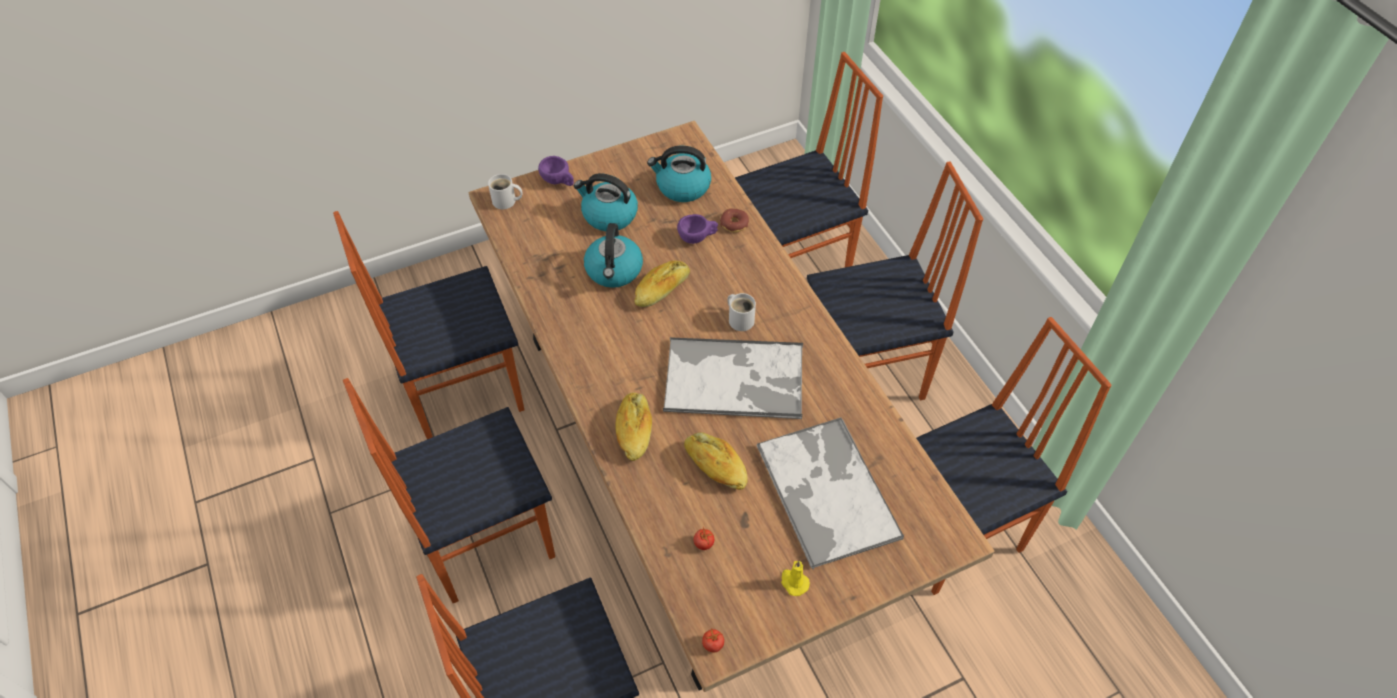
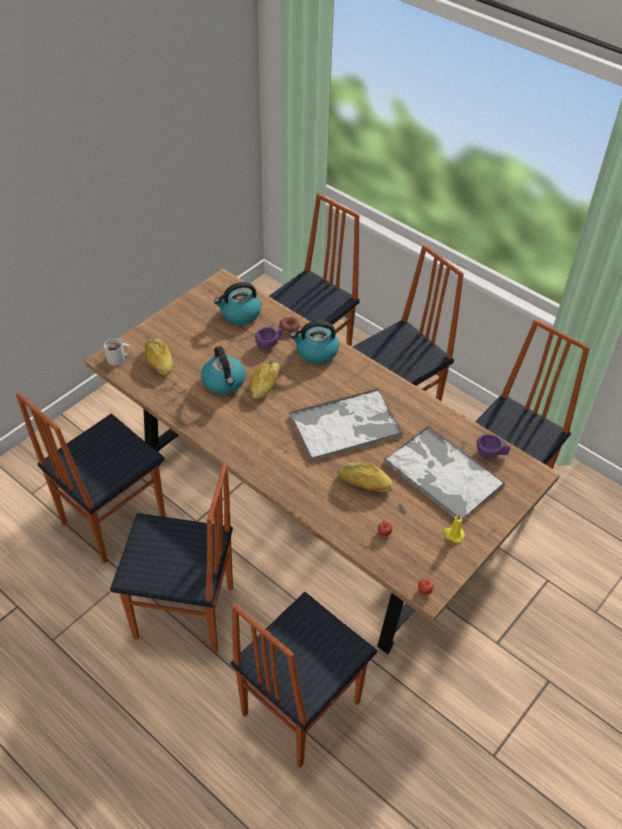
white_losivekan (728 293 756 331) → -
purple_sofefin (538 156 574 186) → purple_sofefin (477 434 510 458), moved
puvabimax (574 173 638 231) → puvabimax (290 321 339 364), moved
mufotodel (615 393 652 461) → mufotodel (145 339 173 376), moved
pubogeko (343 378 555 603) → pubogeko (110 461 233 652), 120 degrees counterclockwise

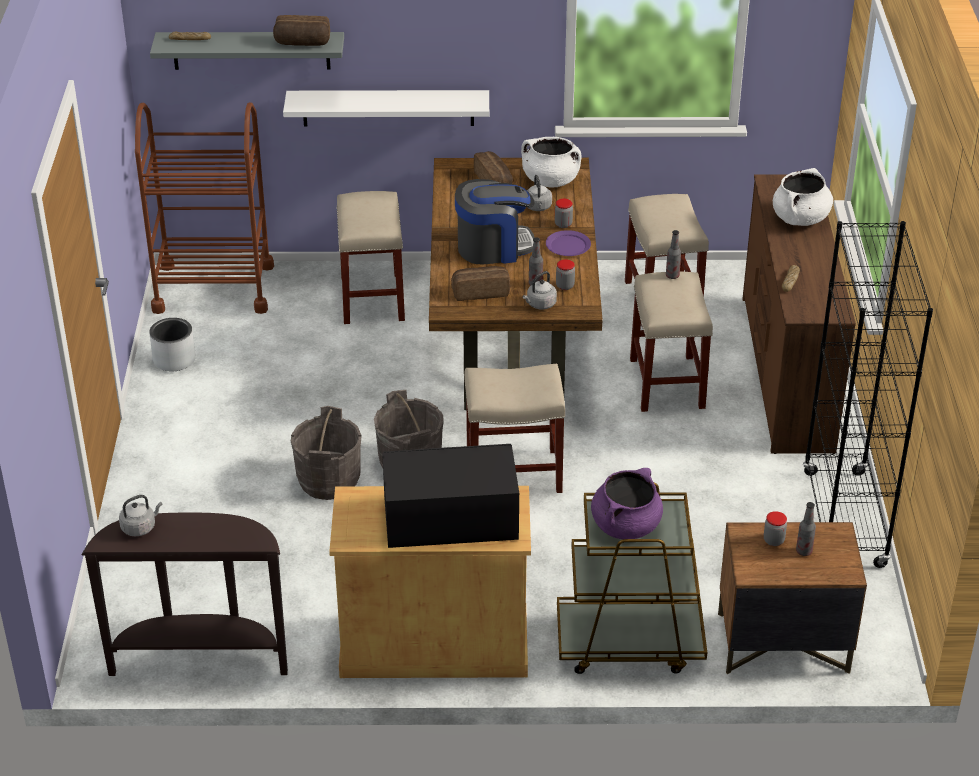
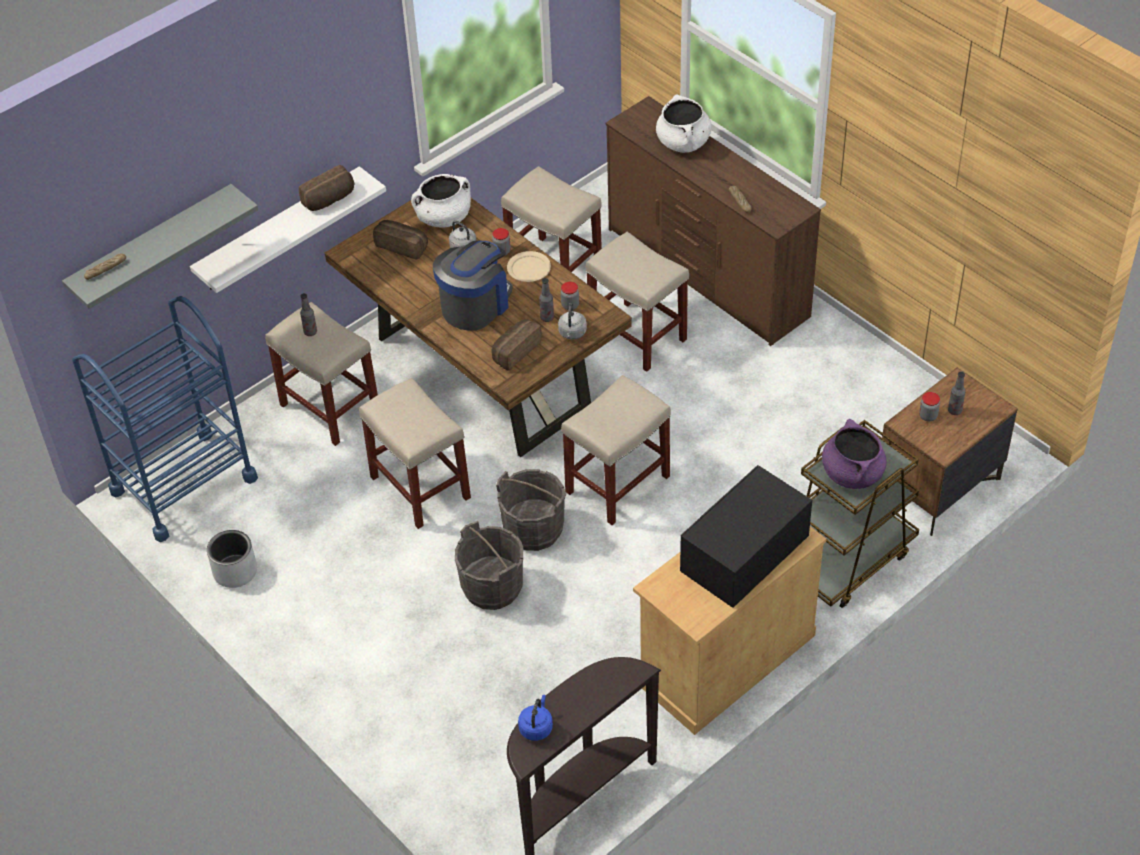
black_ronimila (803 221 933 568) → -
- → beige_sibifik (359 378 471 529)
mufotodel (273 15 330 46) → mufotodel (299 165 354 211), moved
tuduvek (666 230 681 279) → tuduvek (300 293 317 336), moved
grey_puvabimax (119 495 163 536) → blue_puvabimax (518 695 553 741)
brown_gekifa (135 102 274 314) → blue_gekifa (72 296 258 542)
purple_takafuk (546 230 591 256) → beige_takafuk (507 251 551 282)

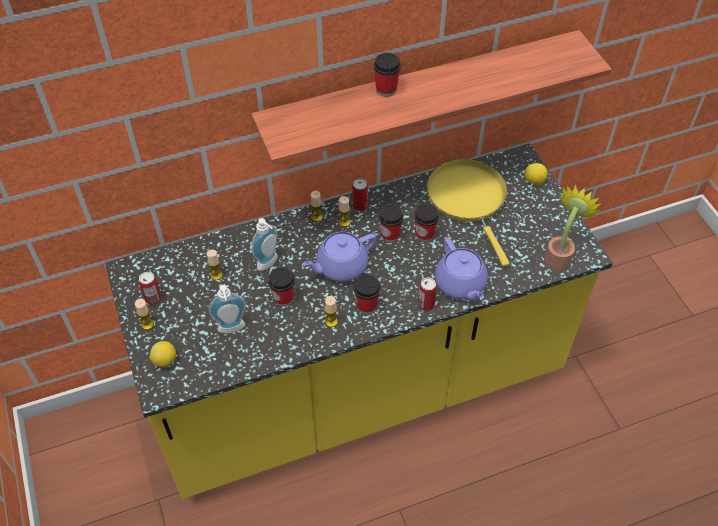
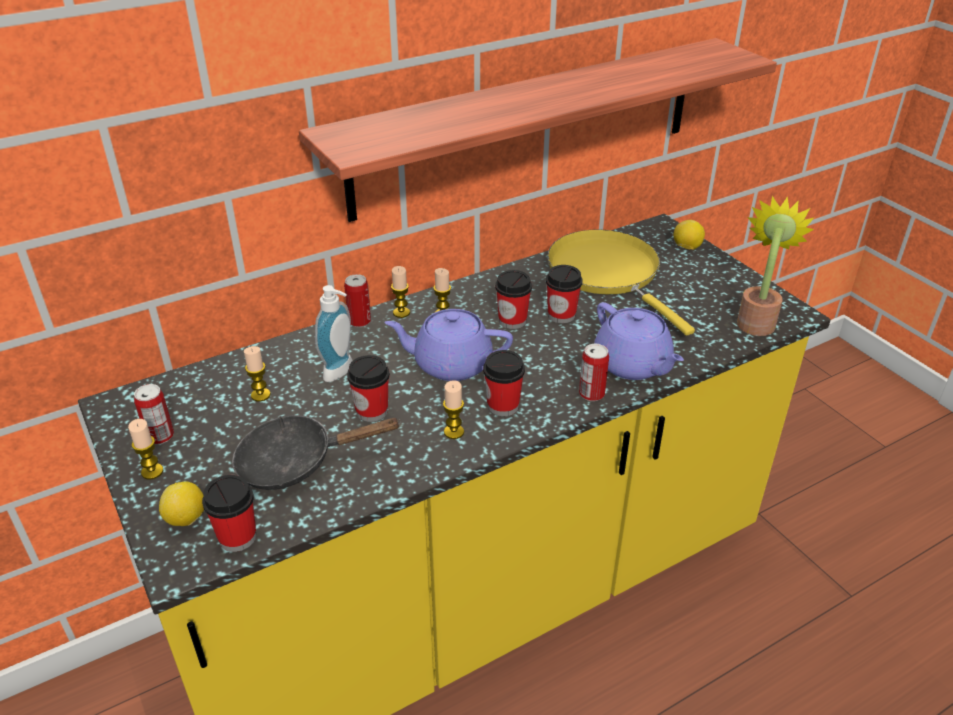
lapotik (352 179 368 211) → lapotik (344 274 371 327), moved
sofefin (374 53 401 97) → sofefin (202 475 256 552), moved
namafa (209 285 246 333) → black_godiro (232 415 401 490)
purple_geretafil (302 232 376 282) → purple_geretafil (384 309 513 381), 45 degrees clockwise

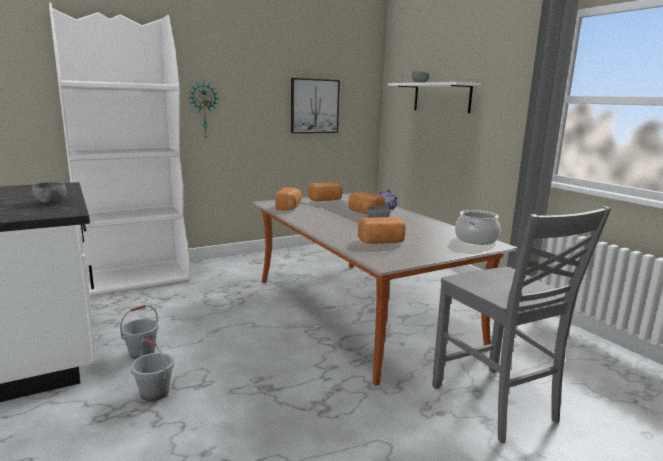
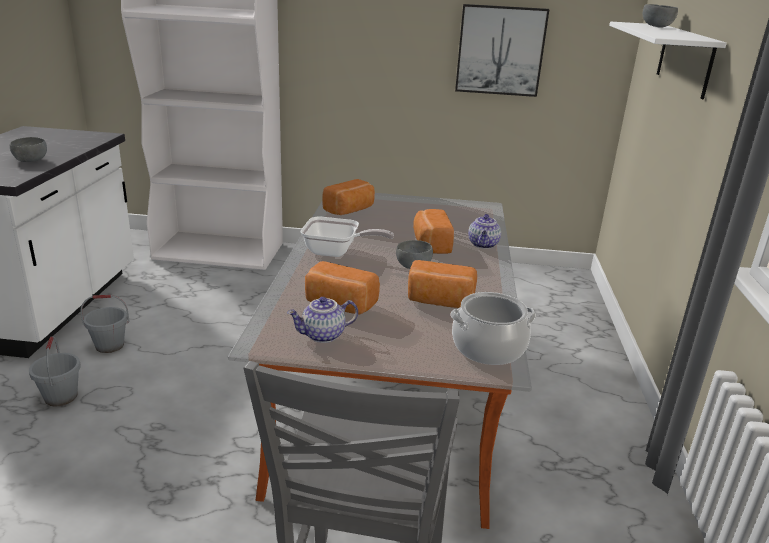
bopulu (188 81 219 138) → -
- → geretafil (287 297 358 343)
- → godiro (301 217 394 257)
mufotodel (308 182 342 201) → mufotodel (408 260 477 308), moved

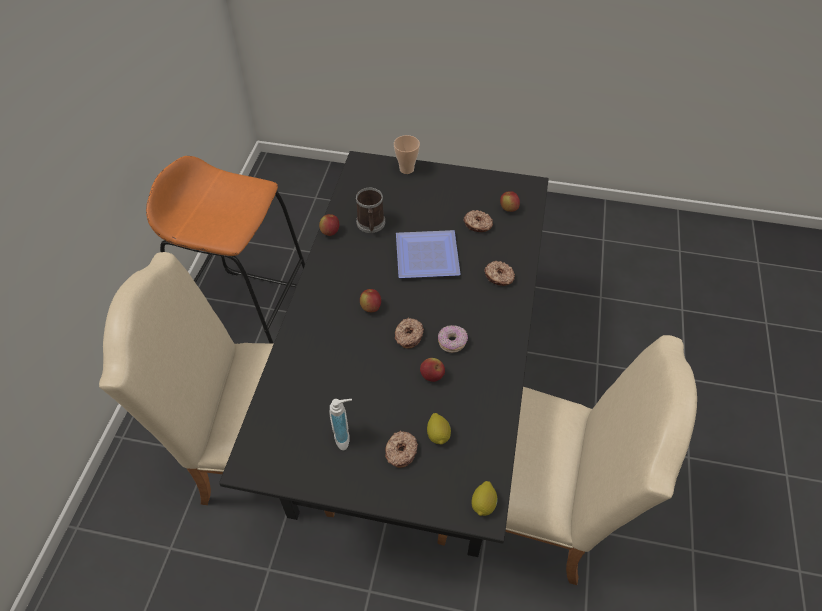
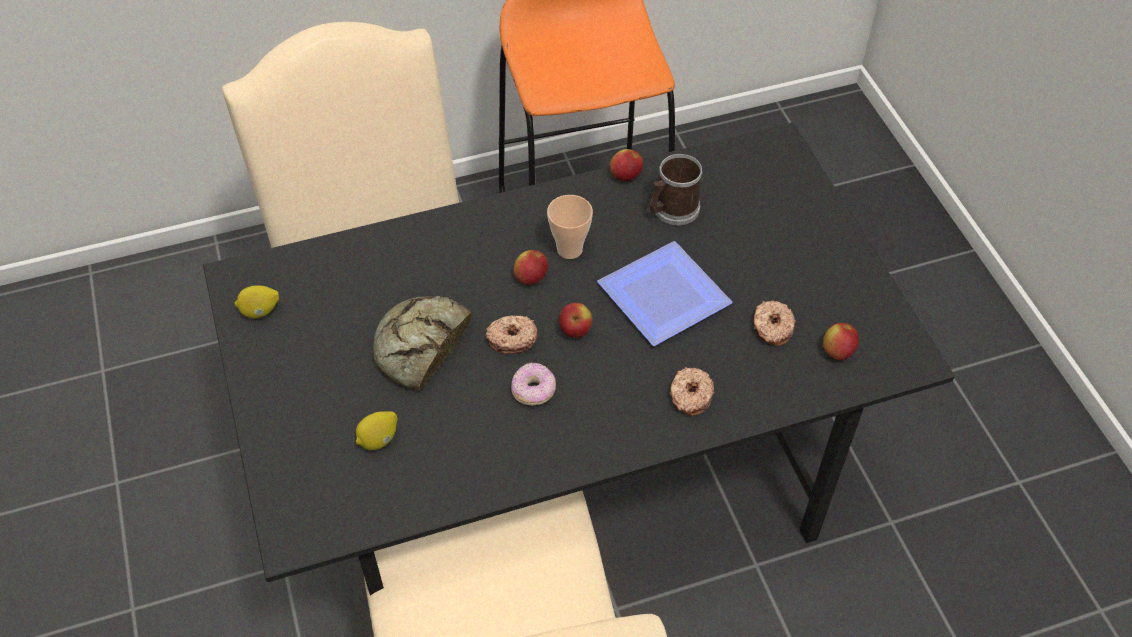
namafa (330 399 352 450) → -
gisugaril (385 430 418 468) → -
- → mufotodel (373 296 472 390)
sofefin (394 135 420 174) → sofefin (547 195 593 259), moved
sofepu (420 358 445 382) → sofepu (559 303 592 338), moved
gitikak (472 481 498 516) → gitikak (234 285 279 318), moved

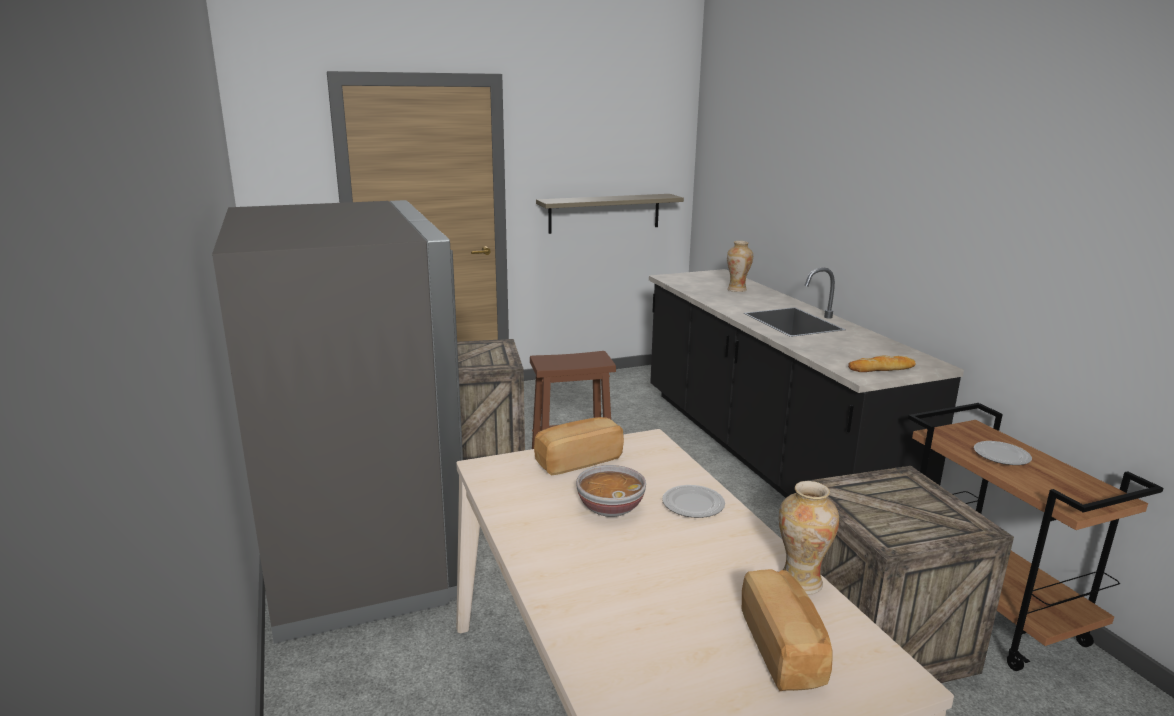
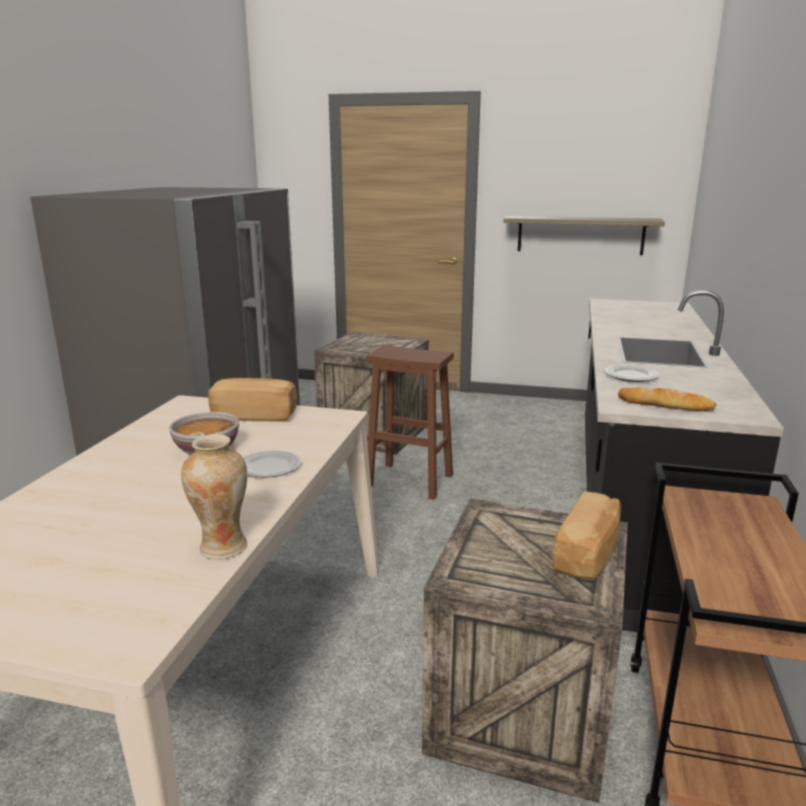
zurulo (727 241 753 292) → -
mufotodel (742 569 833 691) → mufotodel (552 491 621 580), moved
takafuk (974 441 1032 465) → takafuk (605 365 659 382), moved

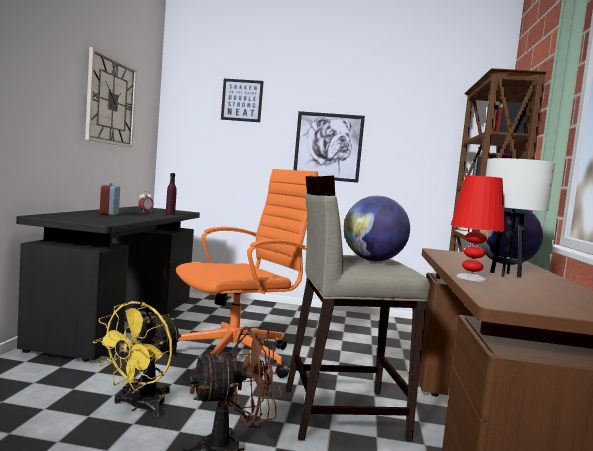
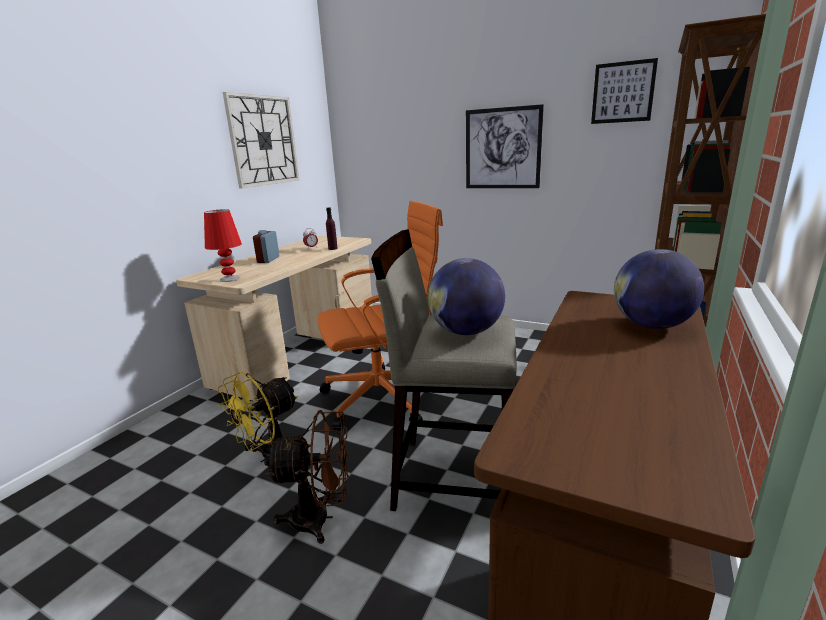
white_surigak (486 158 555 278) → -
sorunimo (221 79 264 122) → sorunimo (591 58 658 124), moved
red_surigak (451 175 505 282) → red_surigak (204 209 242 282), moved
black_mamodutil (16 206 200 362) → beige_mamodutil (176 235 372 401)

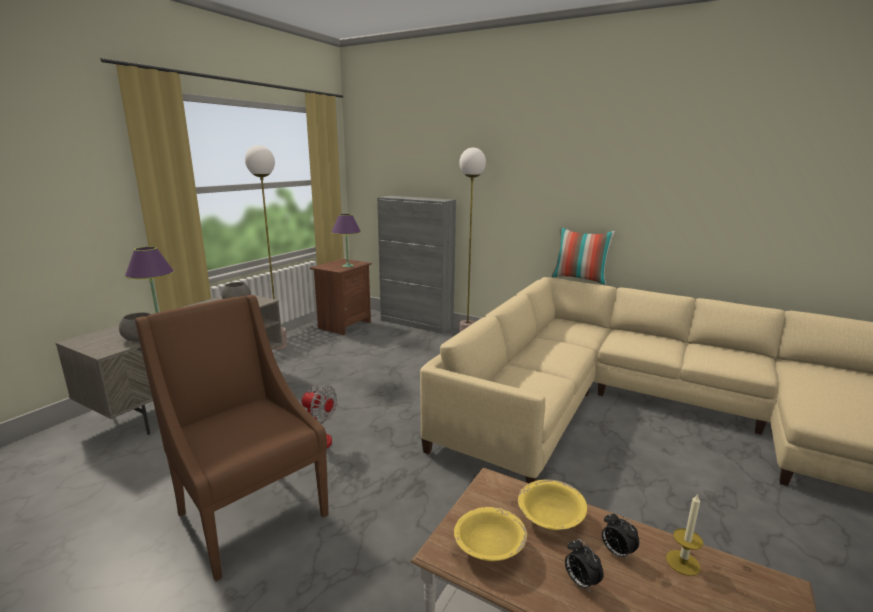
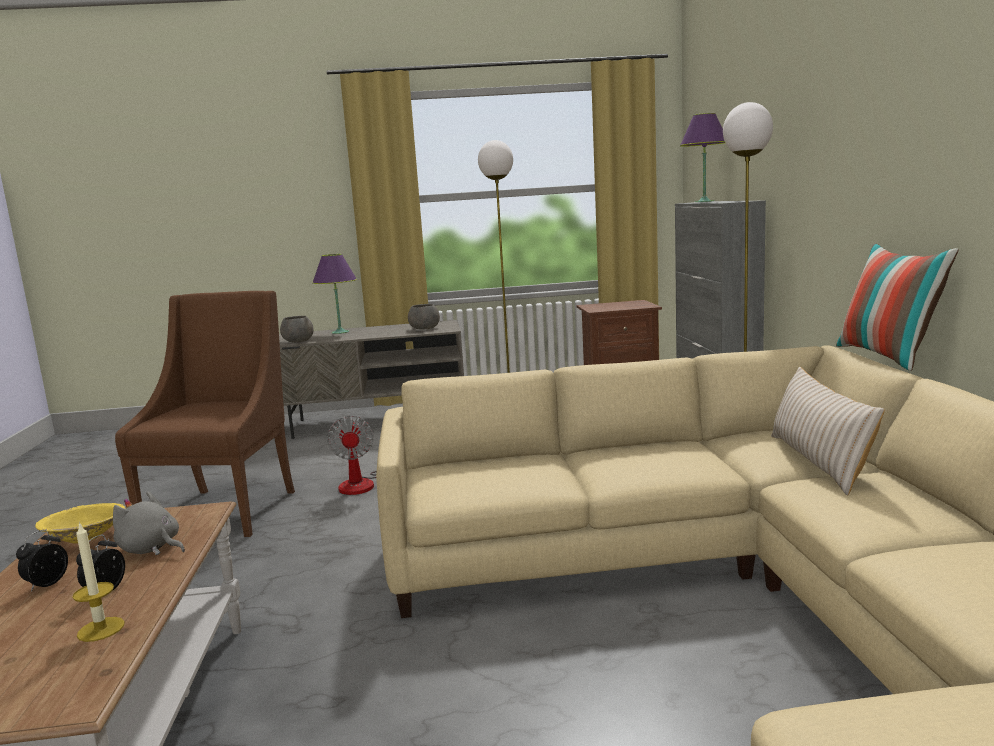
- → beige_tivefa (771 367 885 495)
purple_surigak (331 214 361 267) → purple_surigak (680 113 725 202), moved
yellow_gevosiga (518 479 587 530) → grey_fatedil (113 491 185 555)

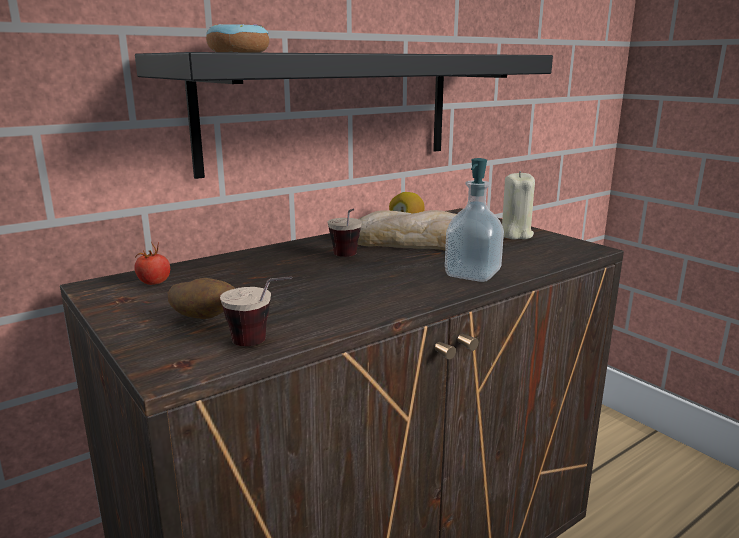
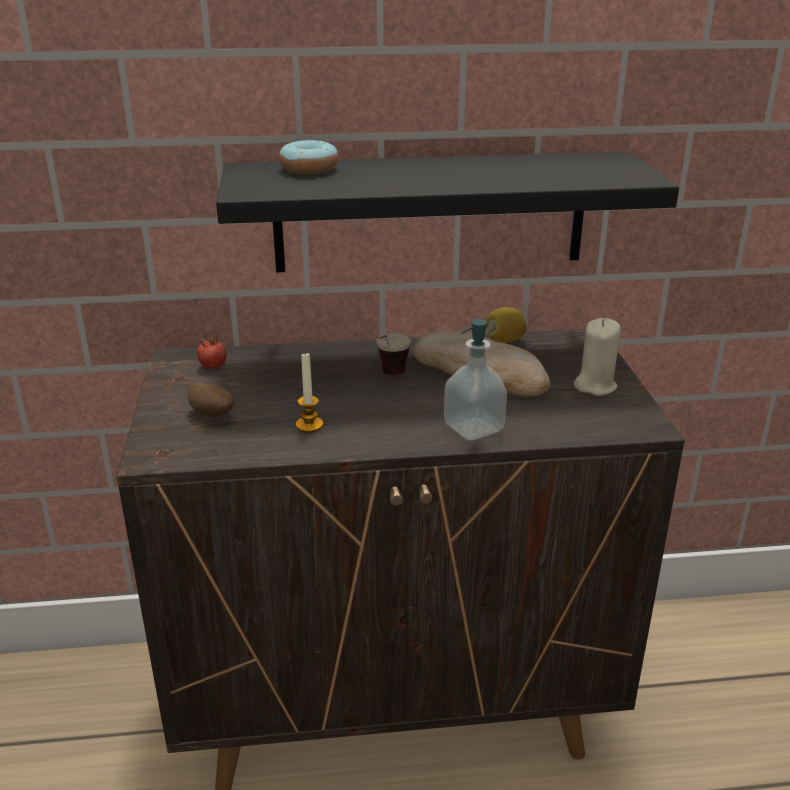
sofefin (220 276 292 346) → -
- → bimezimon (296 351 323 432)

